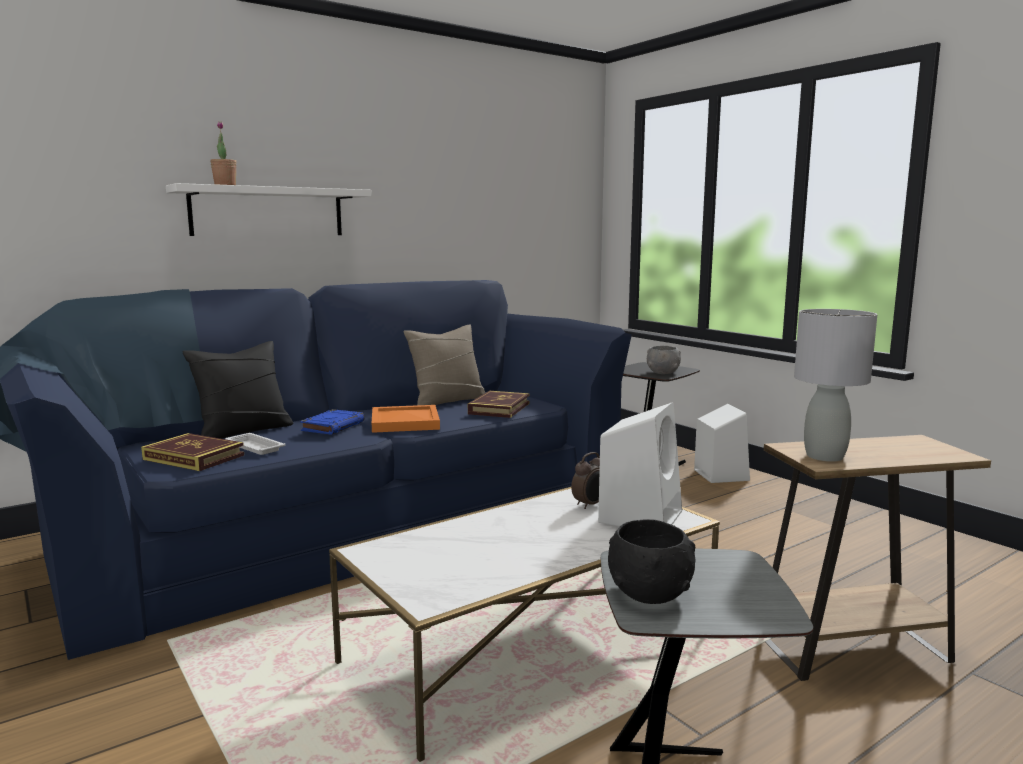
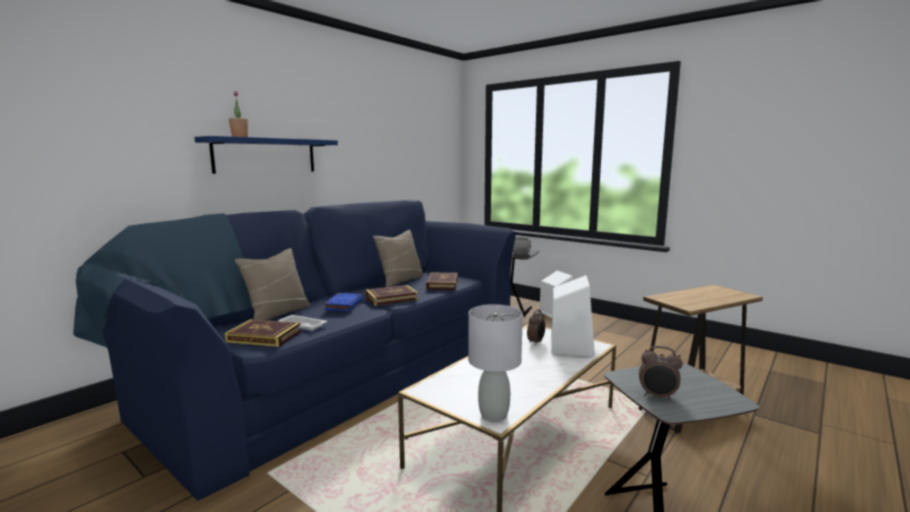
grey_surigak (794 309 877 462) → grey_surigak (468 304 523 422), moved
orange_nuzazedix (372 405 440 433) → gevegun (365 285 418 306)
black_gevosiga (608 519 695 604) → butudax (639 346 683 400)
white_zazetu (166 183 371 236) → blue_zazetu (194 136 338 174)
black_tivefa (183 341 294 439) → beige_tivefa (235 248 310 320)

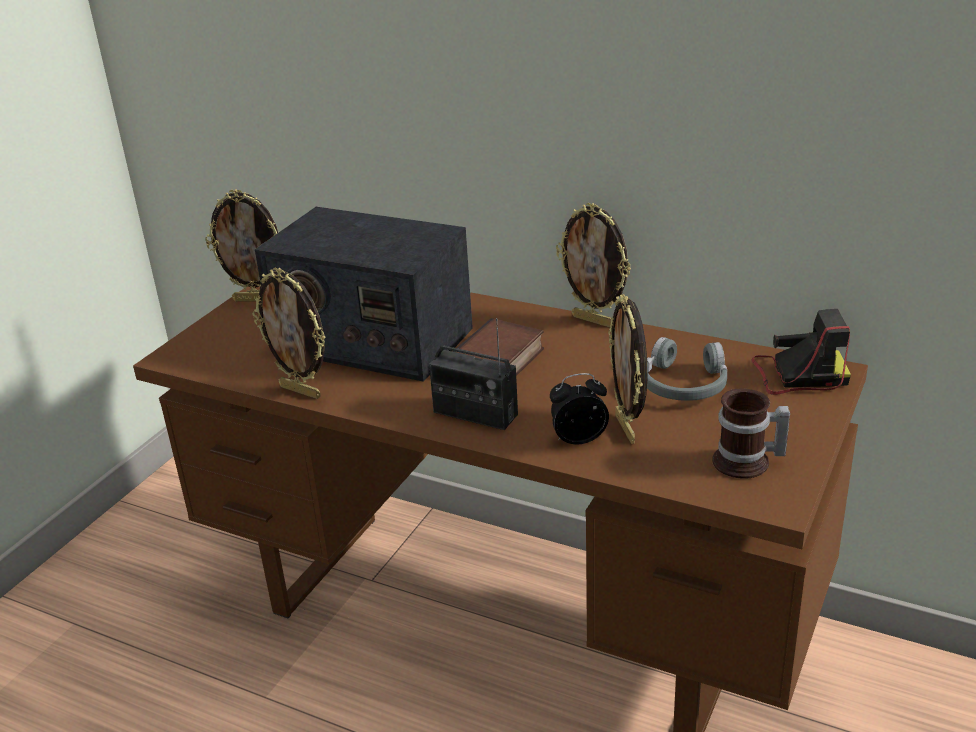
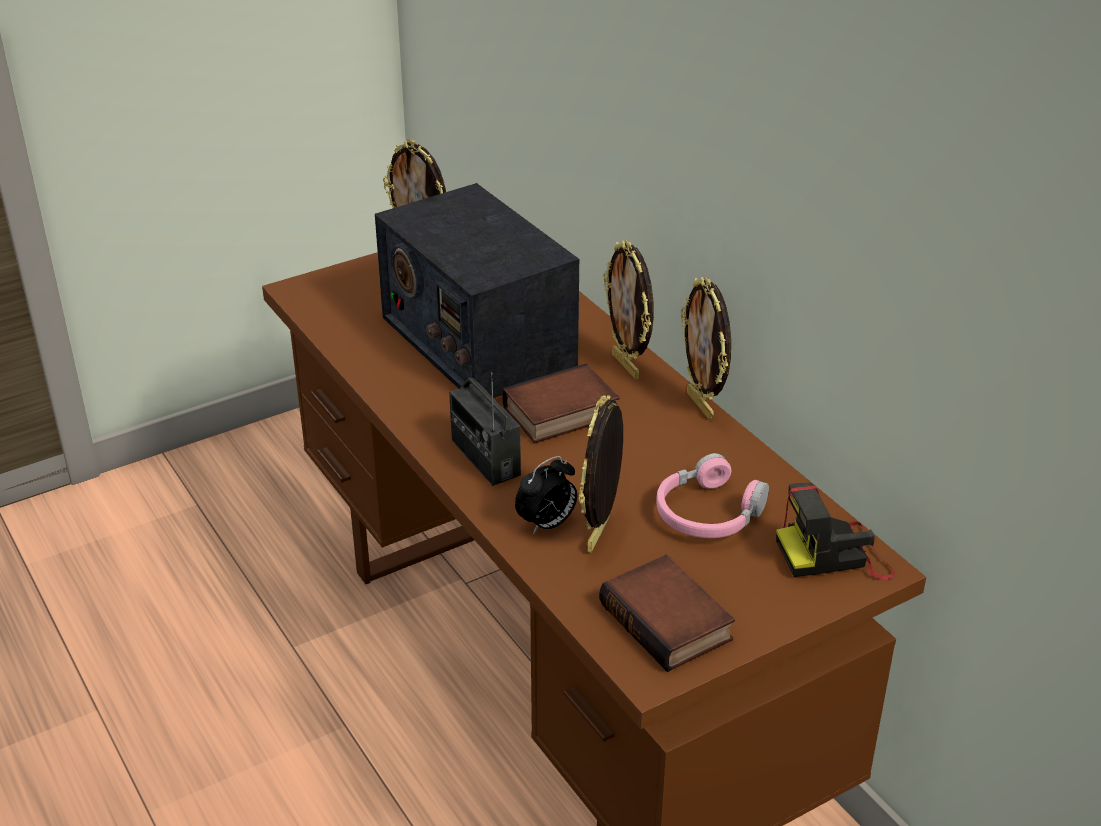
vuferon (252 268 326 399) → vuferon (603 240 654 380), moved
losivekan (712 388 790 479) → gevegun (599 555 735 672)
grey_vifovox (647 337 727 401) → pink_vifovox (656 453 769 538)
butudax (550 373 609 444) → butudax (515 456 577 535), 120 degrees clockwise
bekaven (751 309 851 395) → bekaven (776 483 895 579), 135 degrees clockwise

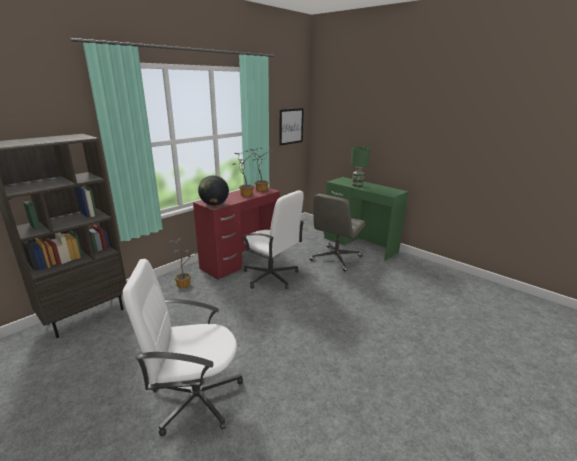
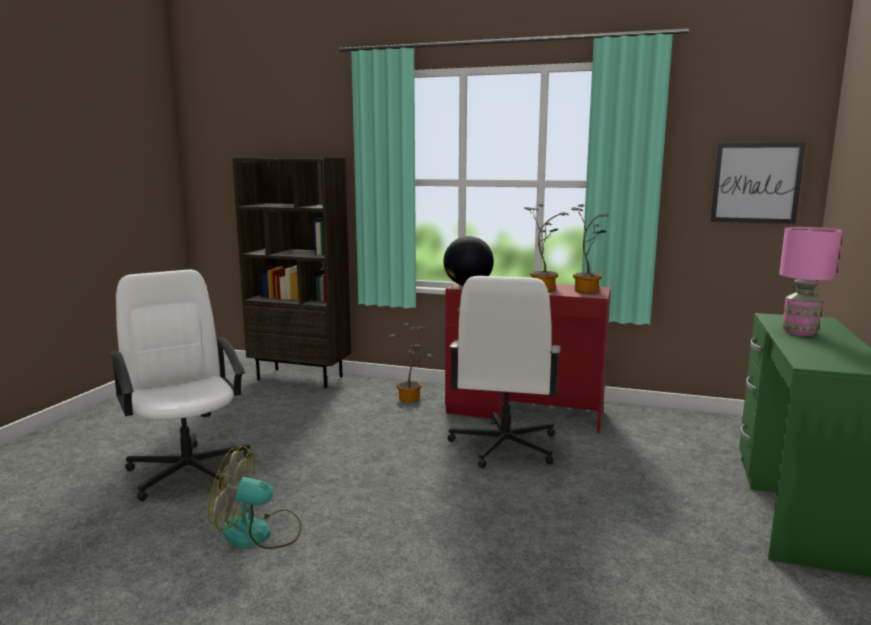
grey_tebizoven (309 194 365 271) → -
- → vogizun (208 446 302 549)
green_surigak (351 147 370 187) → pink_surigak (779 227 842 336)

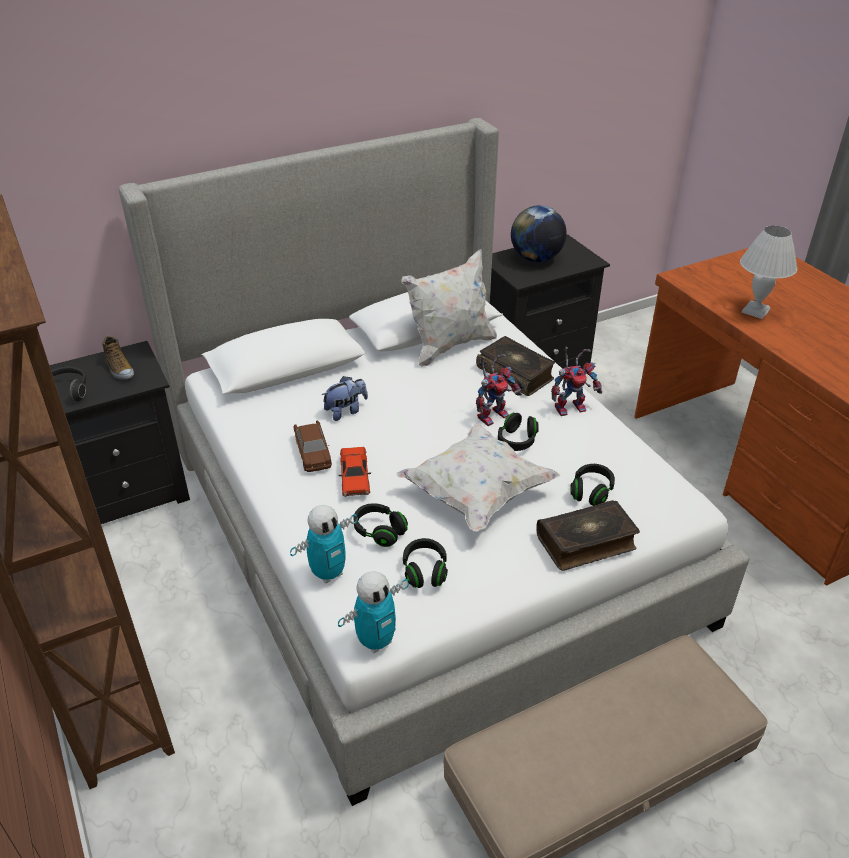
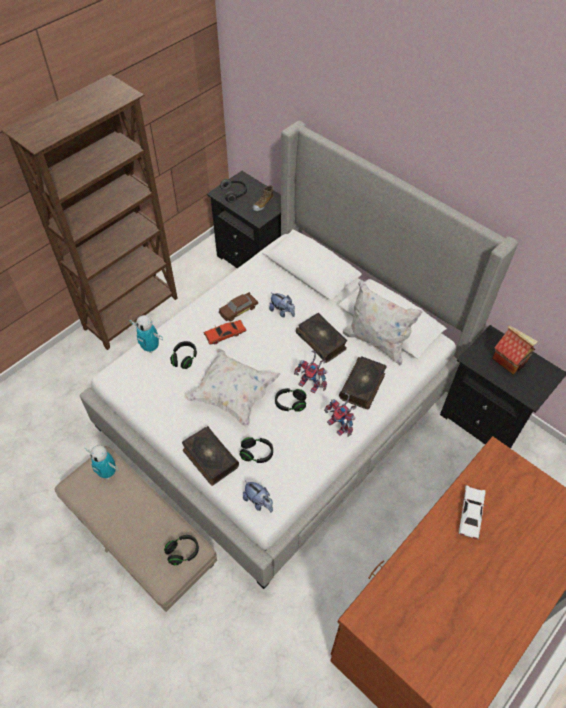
- → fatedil (243 481 273 513)
- → gevegun (296 313 347 363)
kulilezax (338 571 409 653) → kulilezax (85 445 118 479), moved
black_vifovox (403 538 448 588) → black_vifovox (164 535 199 565), moved
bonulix (511 205 567 262) → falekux (492 325 538 374)
white_surigak (740 226 797 319) → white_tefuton (459 485 487 539)

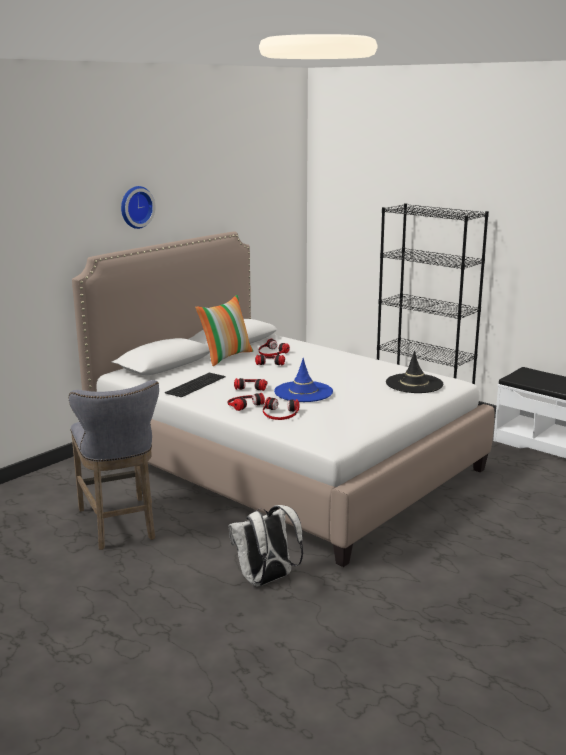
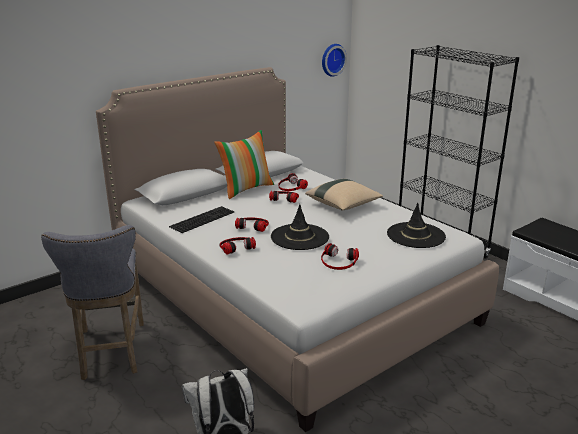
- → beige_tivefa (305 179 383 211)
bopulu (121 186 155 229) → bopulu (322 44 347 77), moved
vifovox (263 397 300 420) → vifovox (321 243 359 270), moved
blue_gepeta (274 358 333 402) → black_gepeta (271 204 329 250)

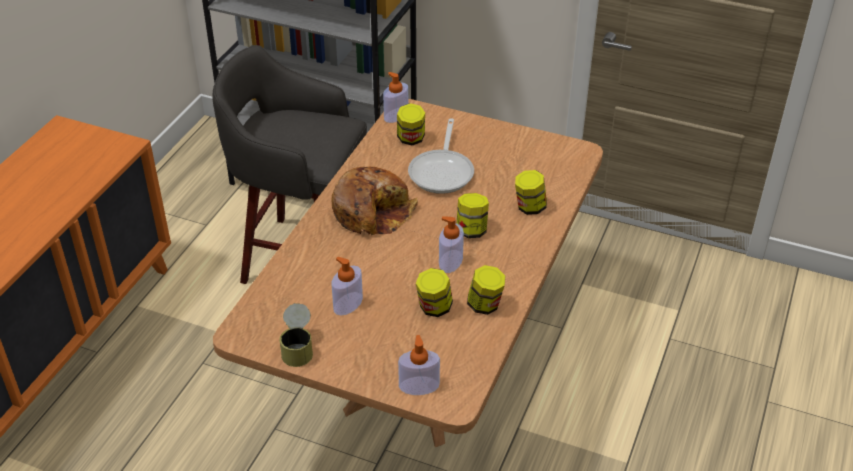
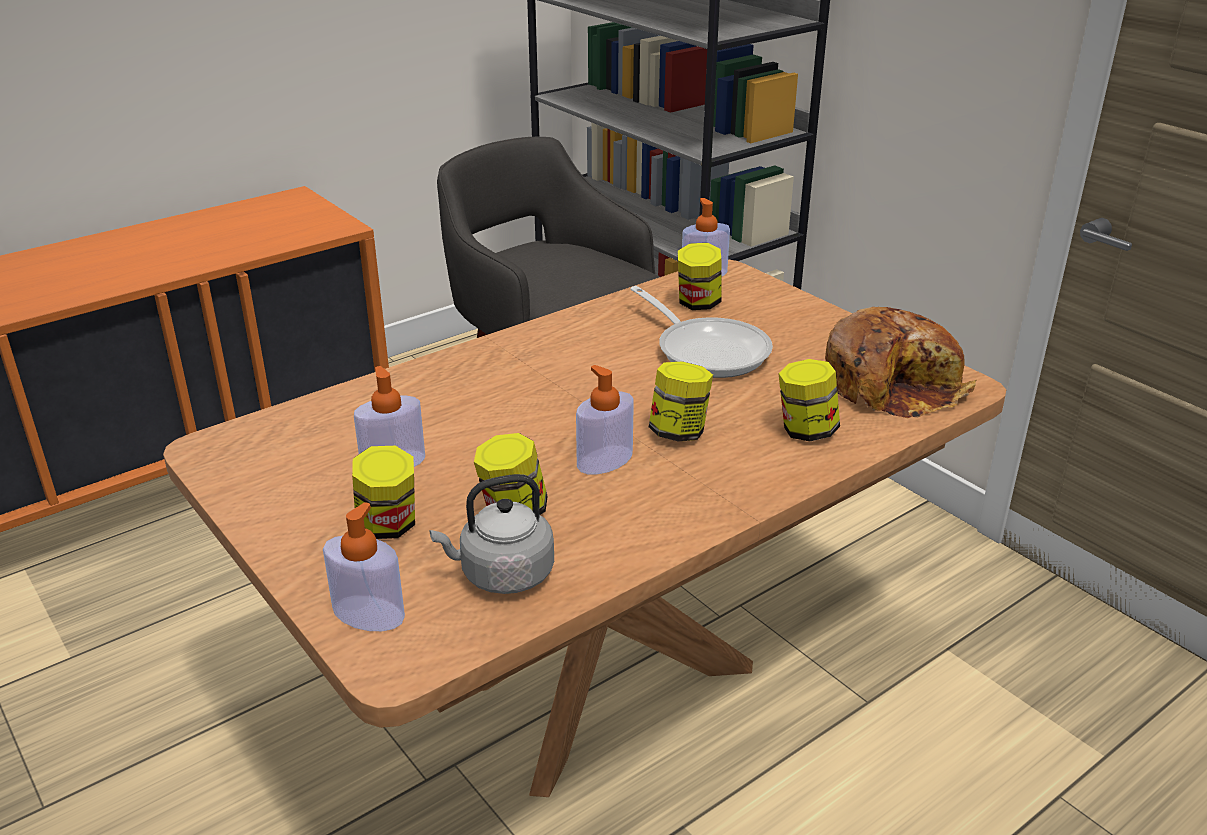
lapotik (279 303 313 367) → -
- → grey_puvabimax (430 474 554 594)
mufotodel (331 167 418 235) → mufotodel (825 307 976 419), moved
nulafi (467 265 505 315) → nulafi (352 446 415 539), moved
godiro (408 118 474 194) → godiro (630 286 773 378), 75 degrees counterclockwise

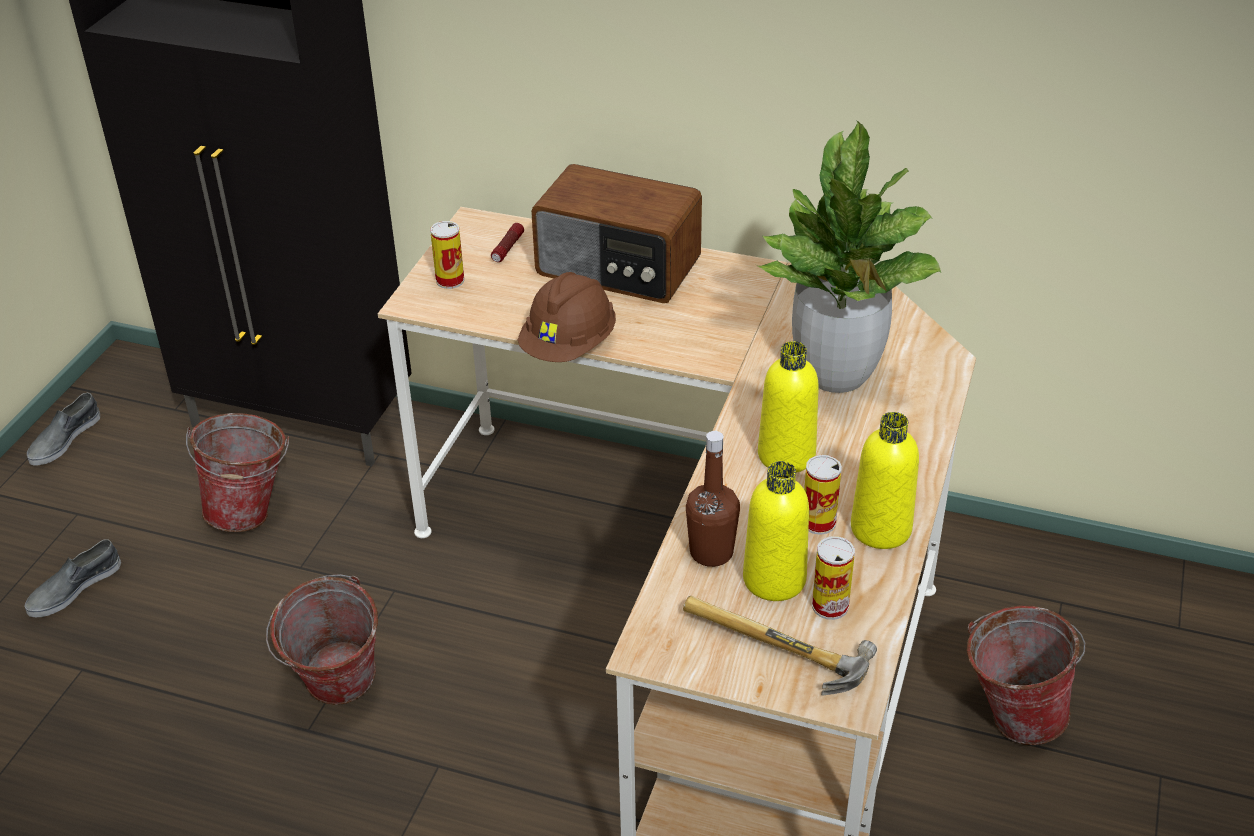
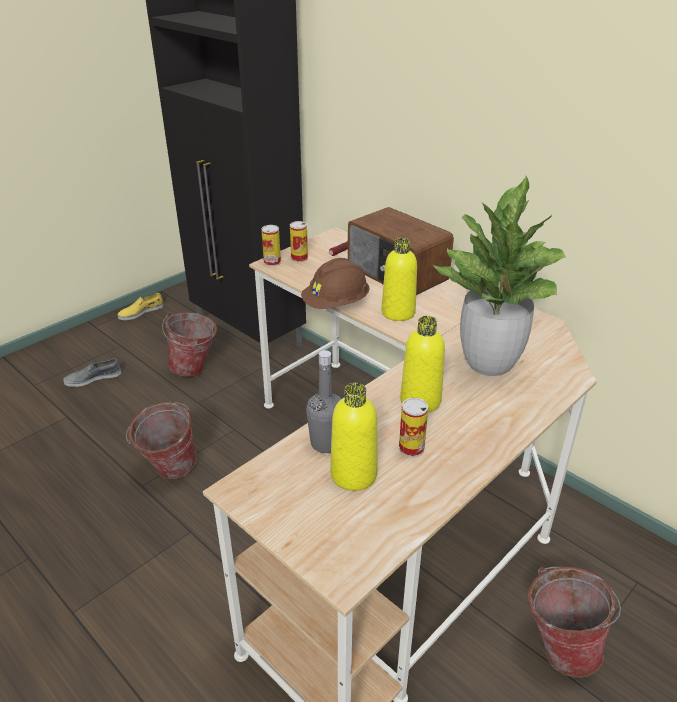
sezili (683 596 877 696) → -
lapotik (812 536 855 620) → lapotik (261 225 281 266), moved
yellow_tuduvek (851 412 919 549) → yellow_tuduvek (381 238 417 321), moved
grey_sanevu (27 393 100 466) → yellow_sanevu (117 293 164 320)
brown_tuduvek (686 431 740 567) → grey_tuduvek (306 350 341 453)

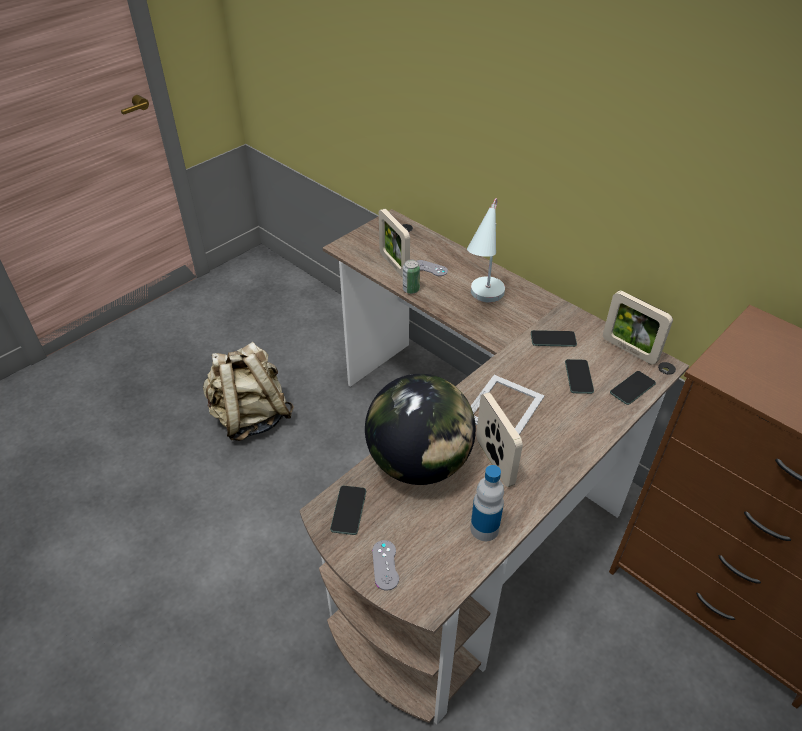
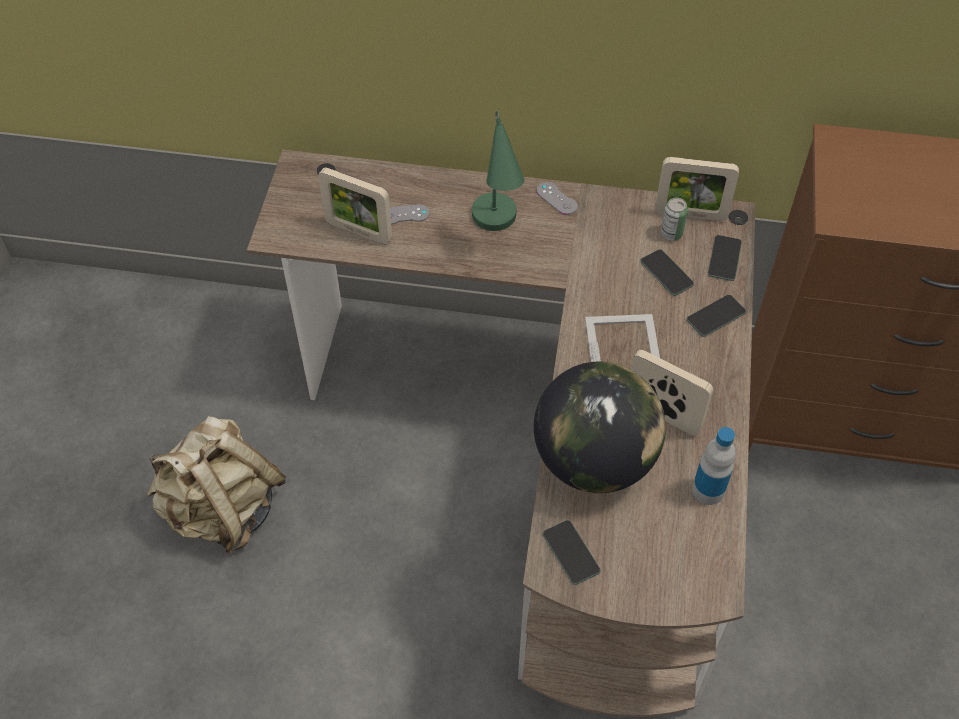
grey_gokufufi (372 540 399 590) → grey_gokufufi (537 182 578 215), moved
lapotik (403 259 420 294) → lapotik (660 197 688 241), moved
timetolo (531 330 577 347) → timetolo (686 295 746 337), moved
white_surigak (467 198 505 303) → green_surigak (472 110 524 231)

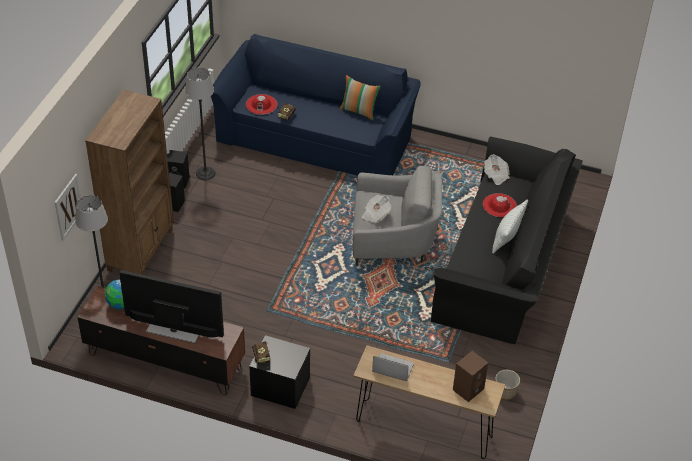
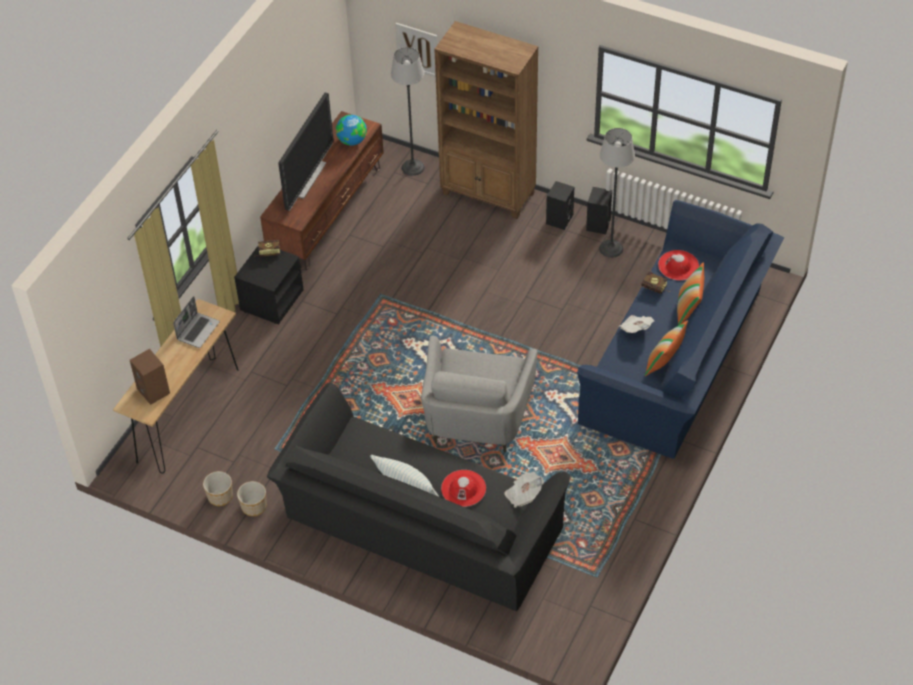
- → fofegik (237 481 267 516)
- → tivefa (677 262 704 326)
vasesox (362 195 391 223) → vasesox (619 315 655 333), moved

